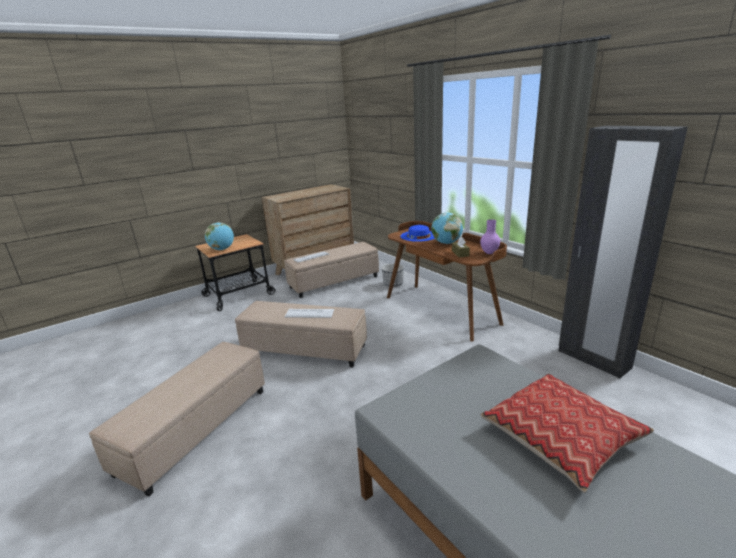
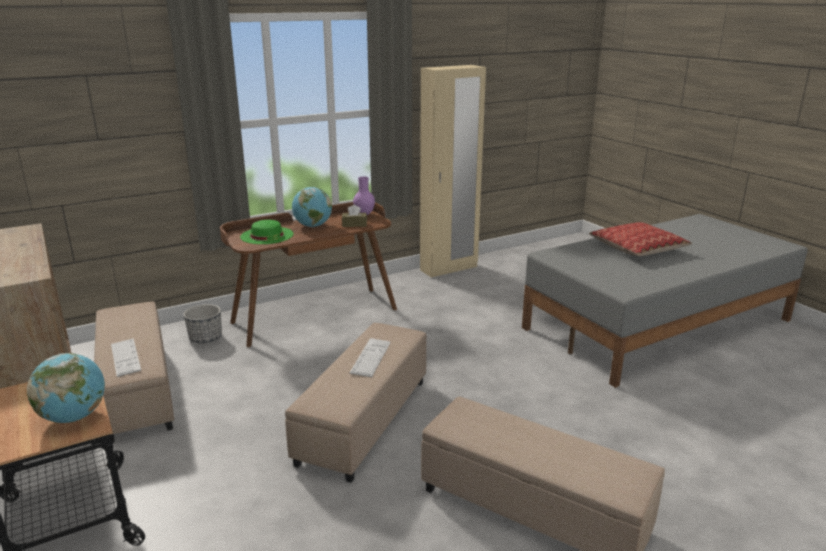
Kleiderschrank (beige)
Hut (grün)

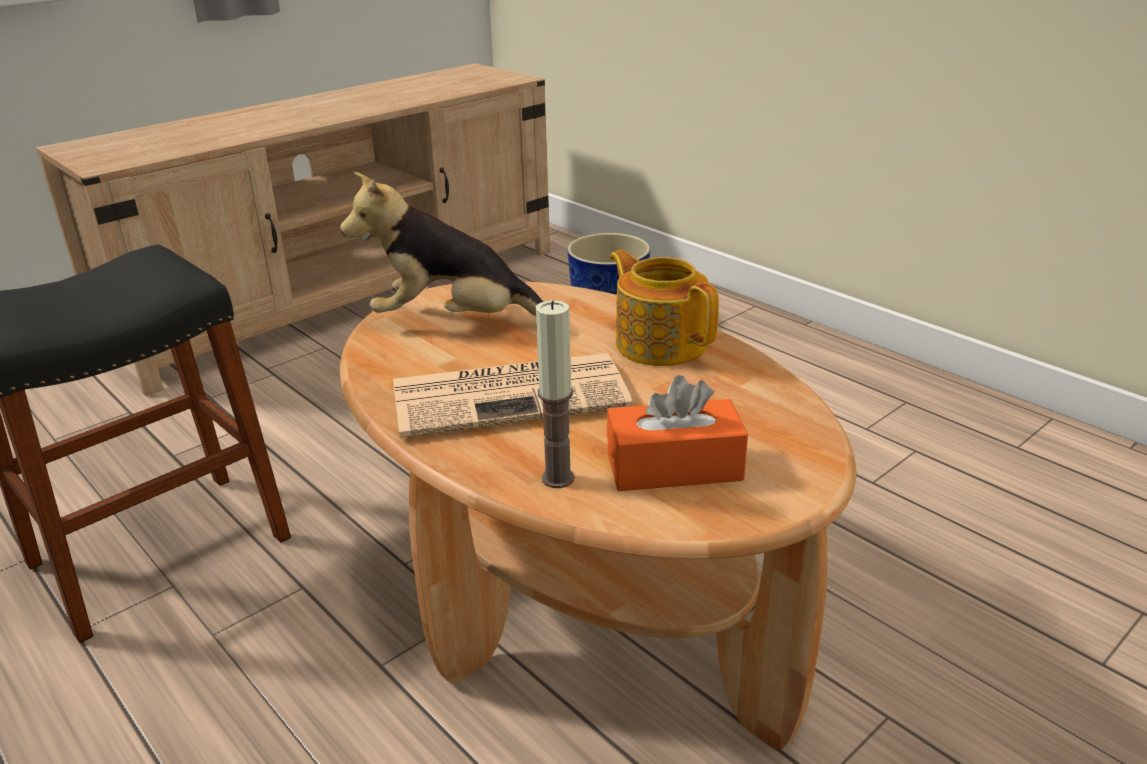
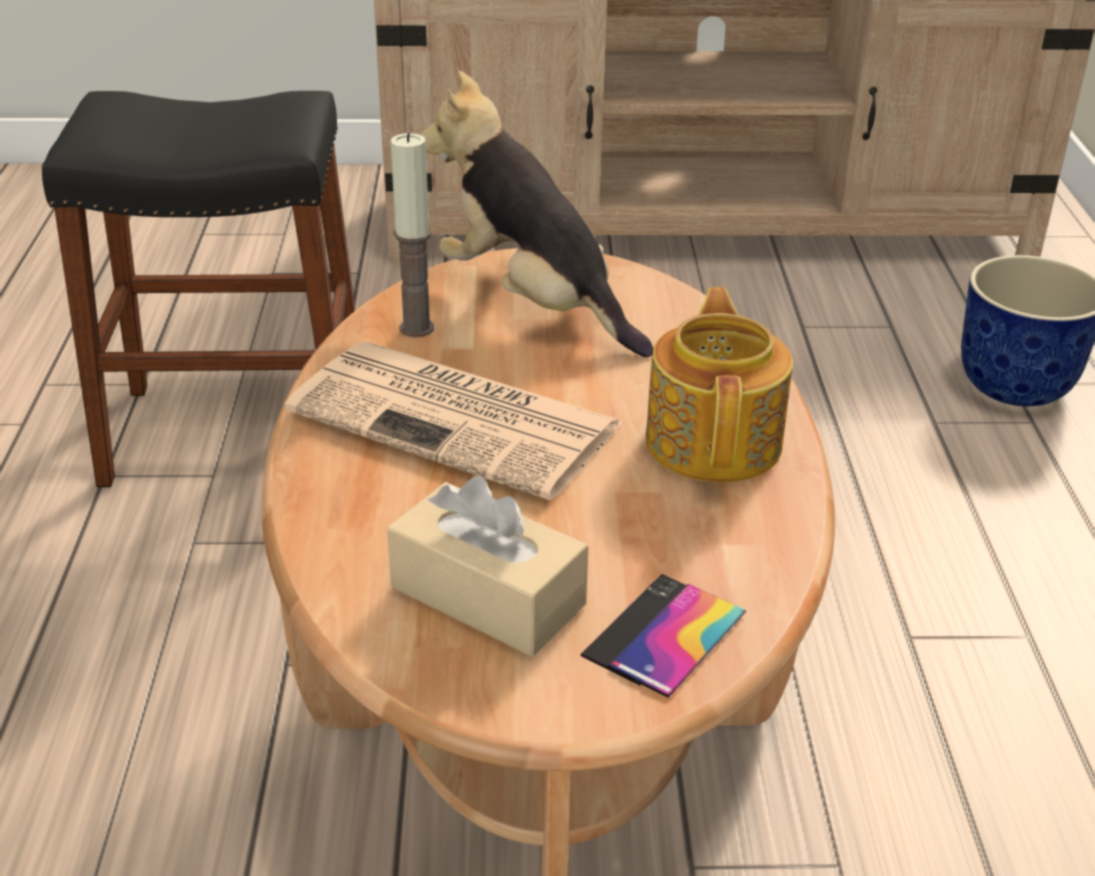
Kerze
Taschentuchbox (beige)
Handy

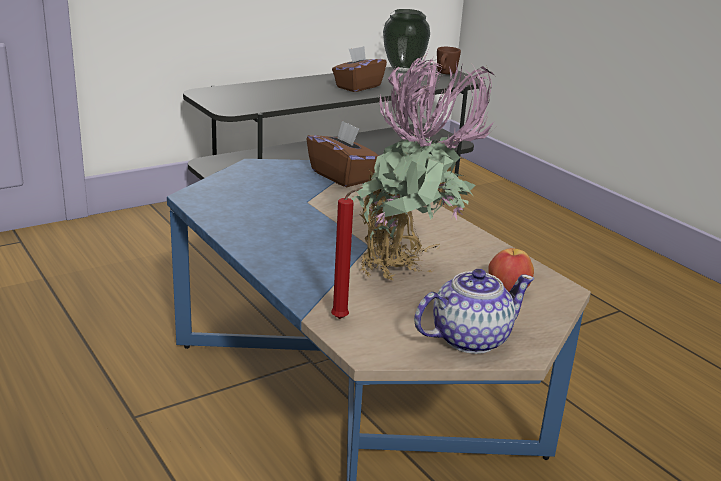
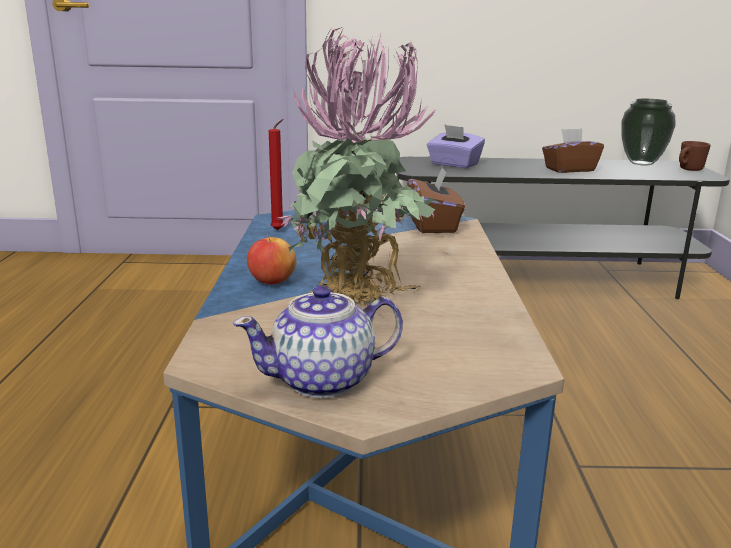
Kerze (rot)
Apfel
Teekanne
Taschentuchbox (lila)

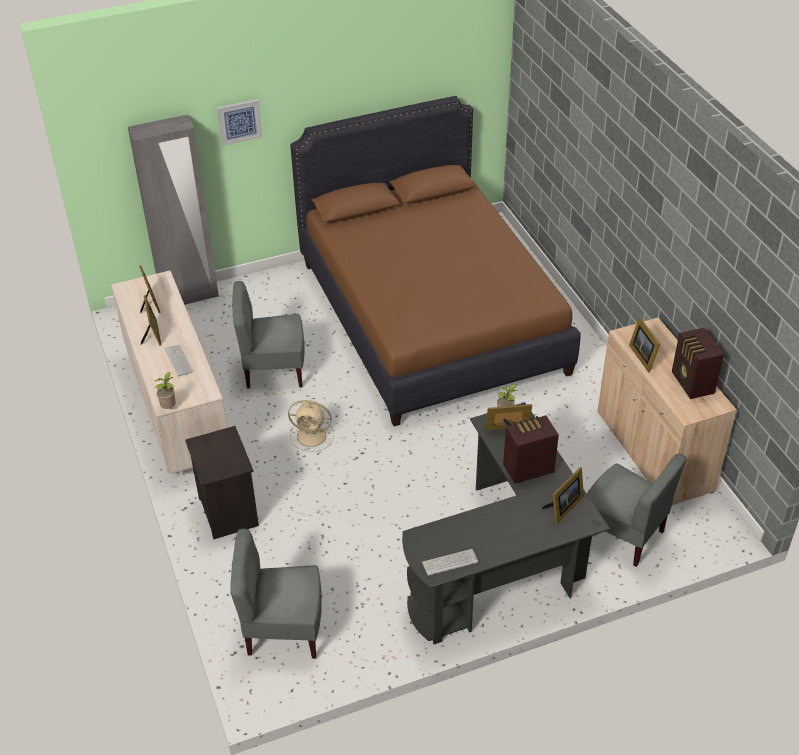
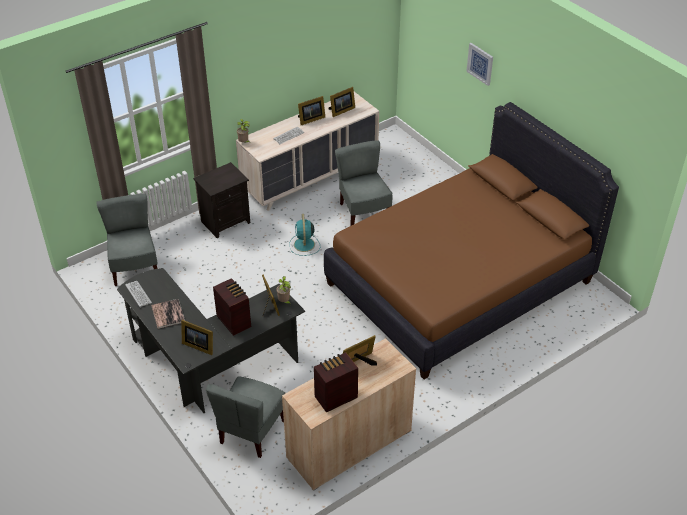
Kleiderschrank (grau)
Ventilator (türkis)
Buch

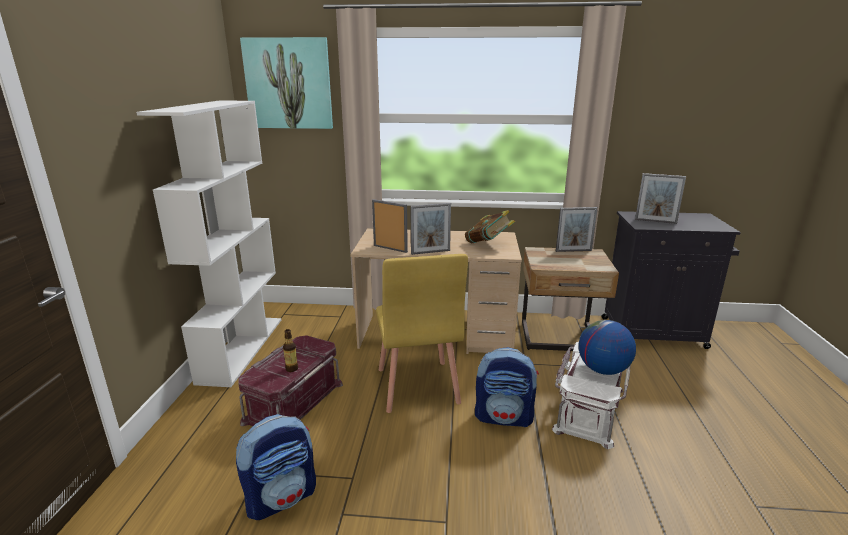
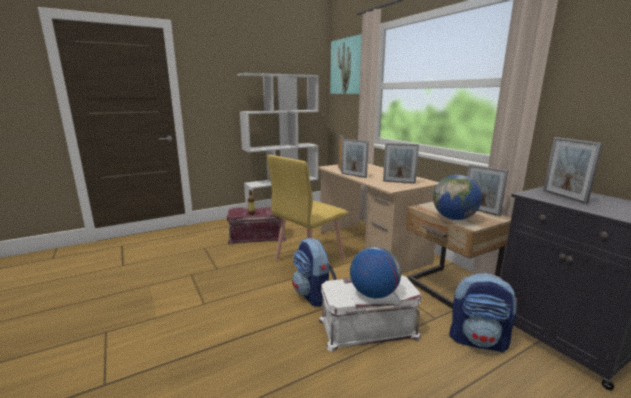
Bilderrahmen (3rd from left)
Rucksack (2nd from left)
Globus (2nd from left)

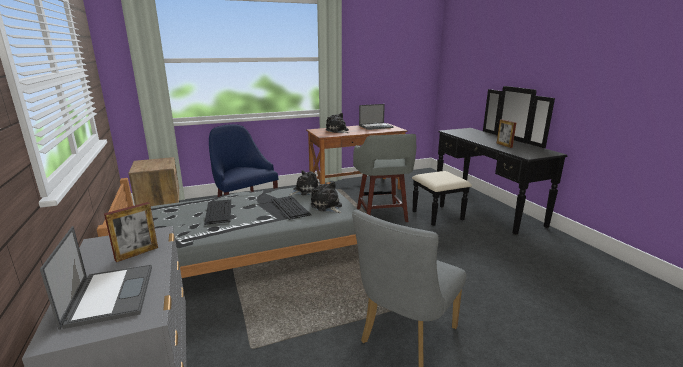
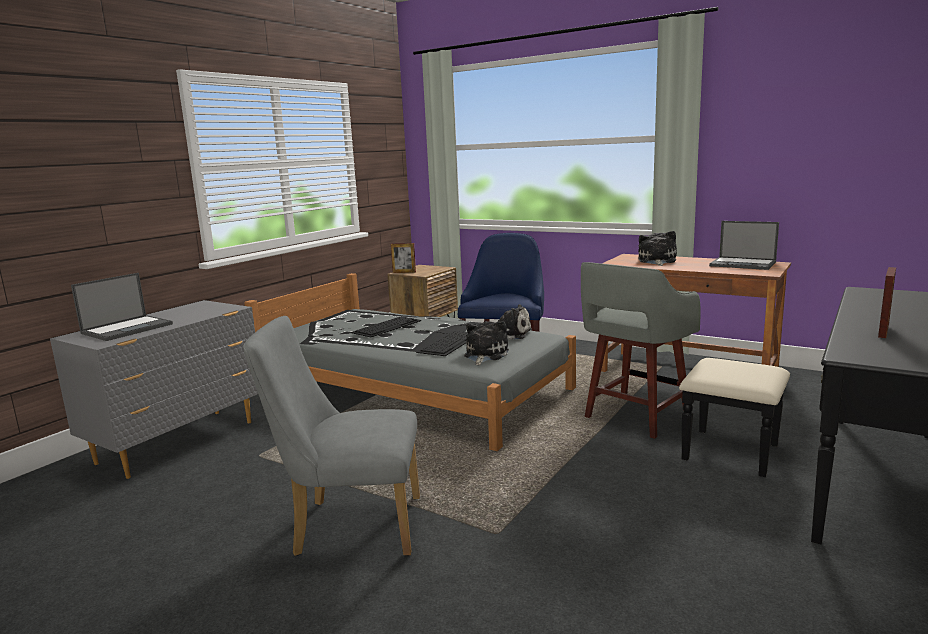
Bilderrahmen (1st from left)

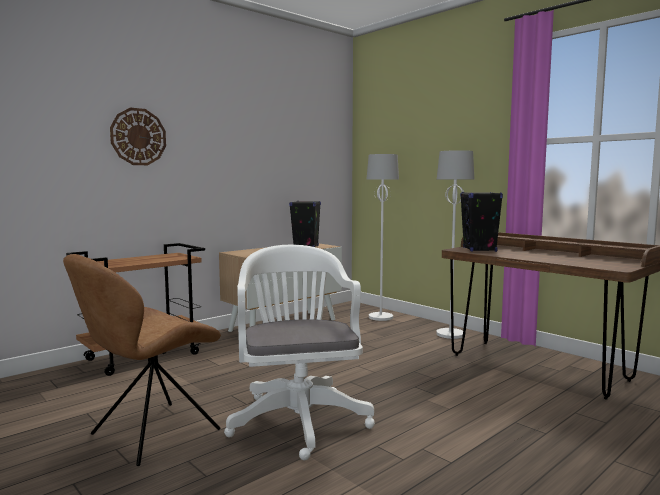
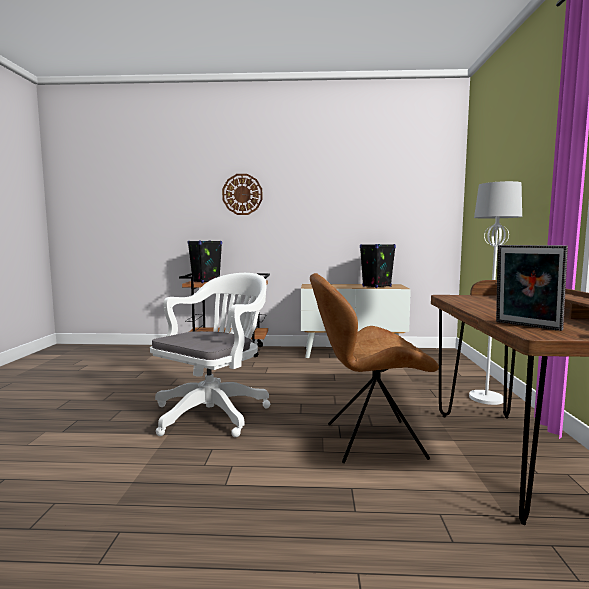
Stehlampe (weiß) (1st from left in the first image)
Lautsprecher (schwarz) (1st from left)
Stuhl (braun)
Bilderrahmen

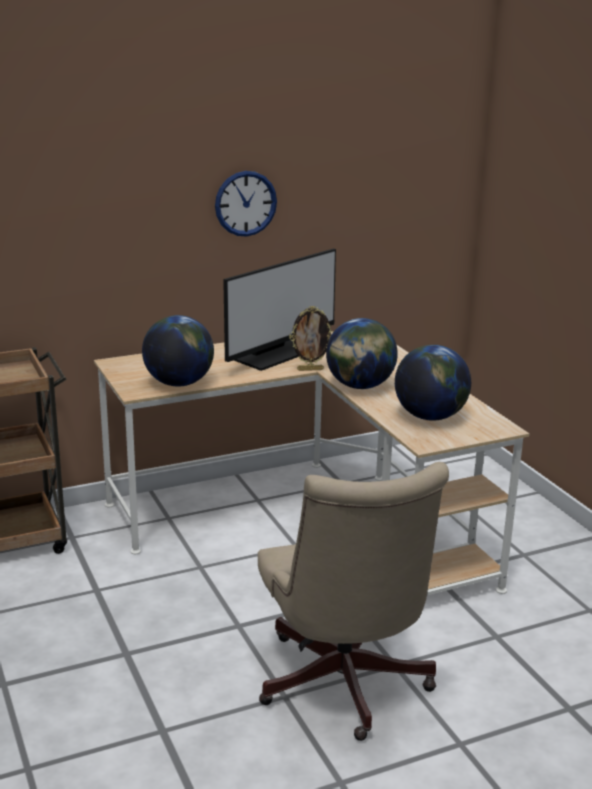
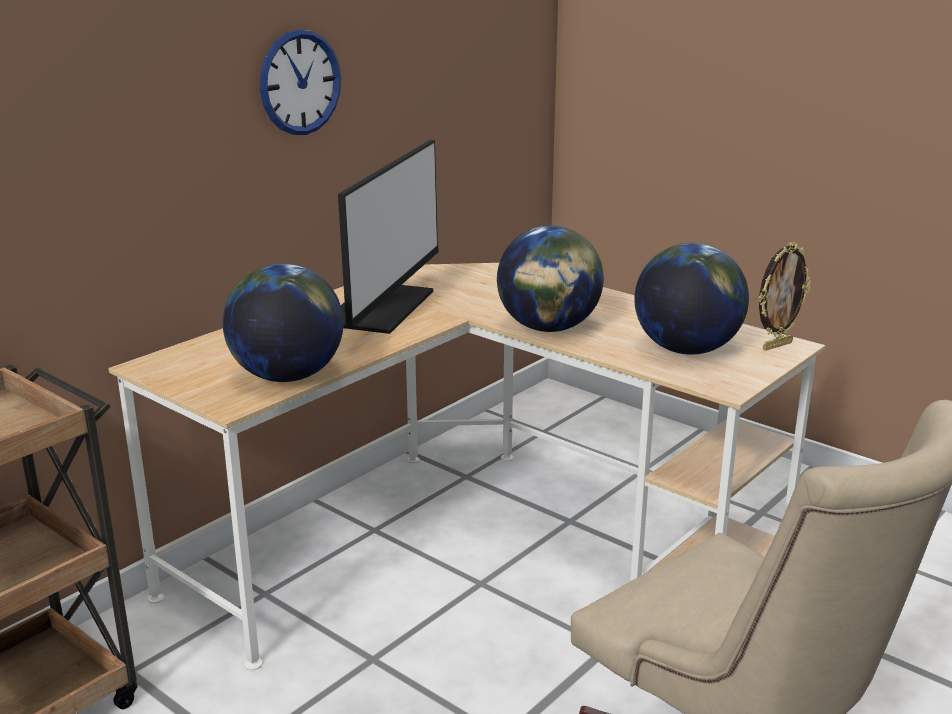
Bilderrahmen

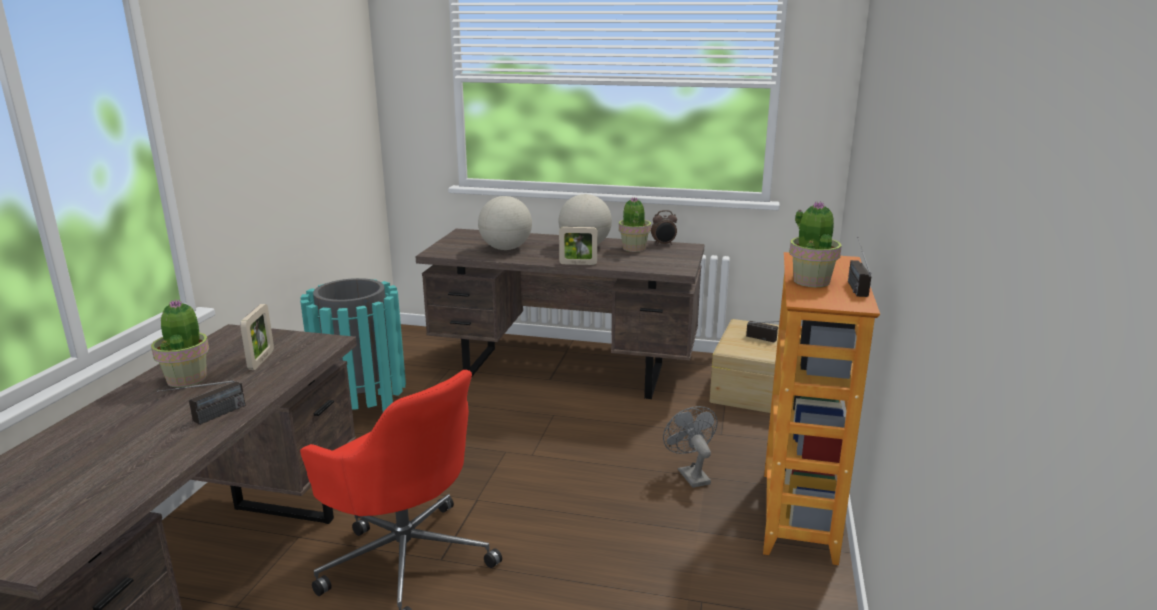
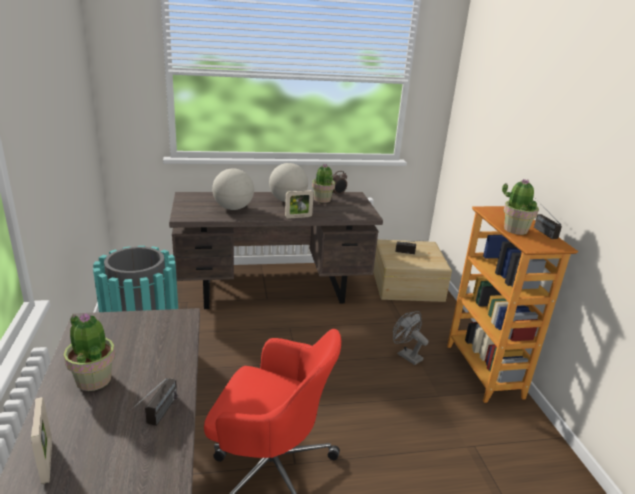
Bilderrahmen (1st from left)

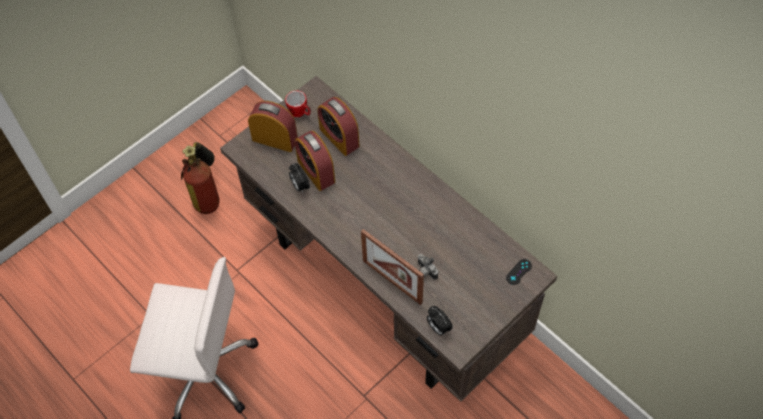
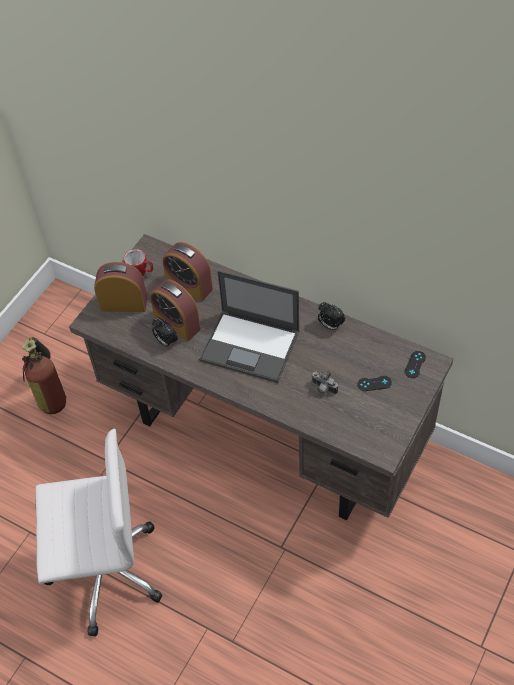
Bilderrahmen
Wecker (5th from left)
Laptop
Gamepad (schwarz) (1st from left)

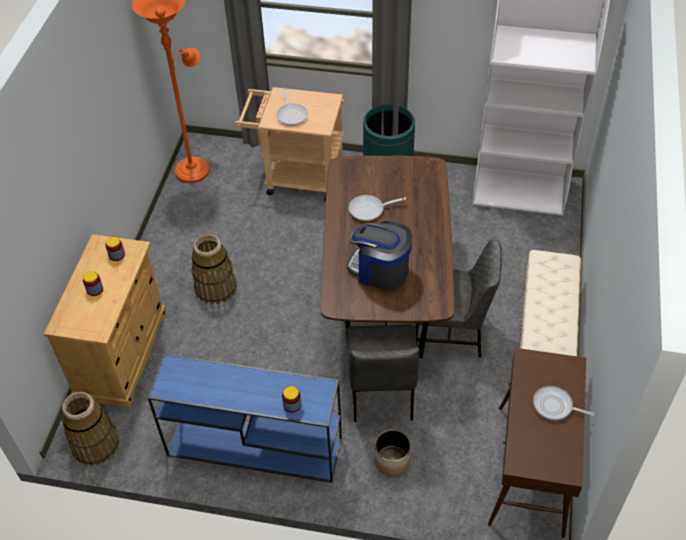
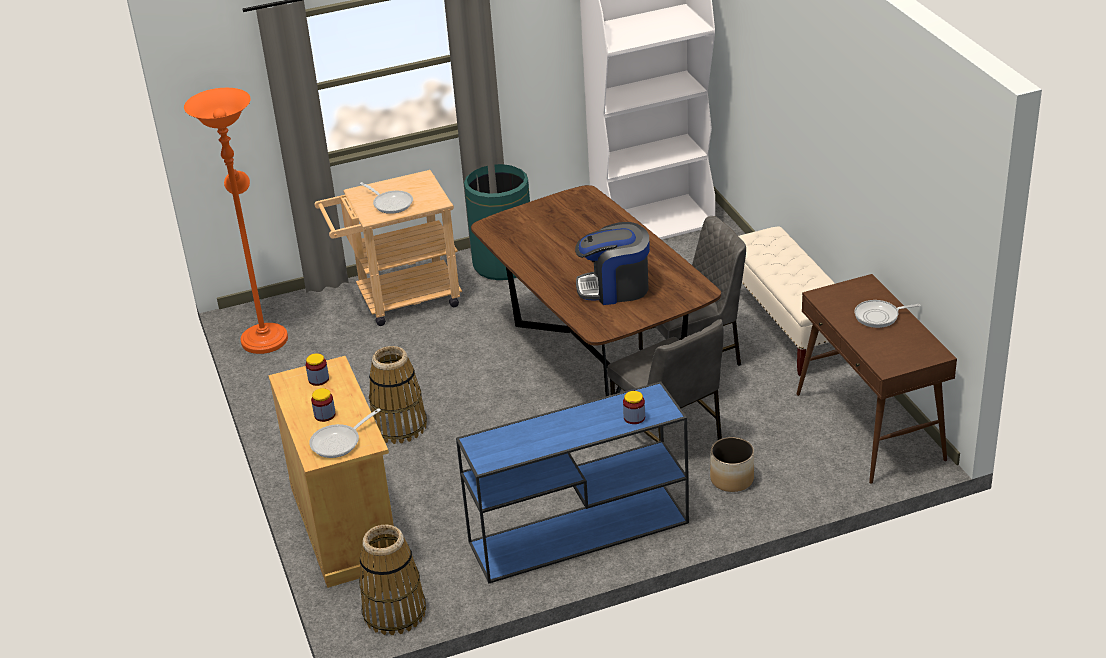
Pfanne (1st from left)

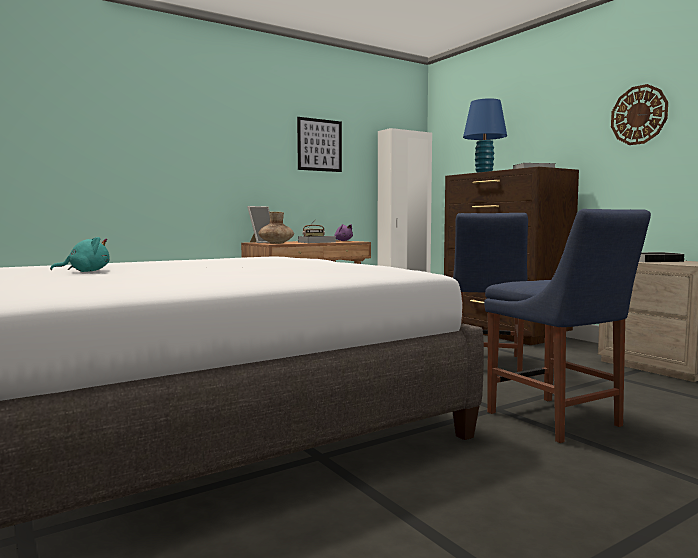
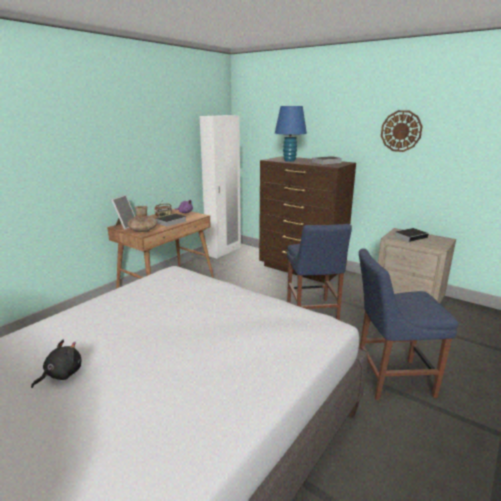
Bild
Stuhl (blau) (2nd from left)
Plüschtier (schwarz)

